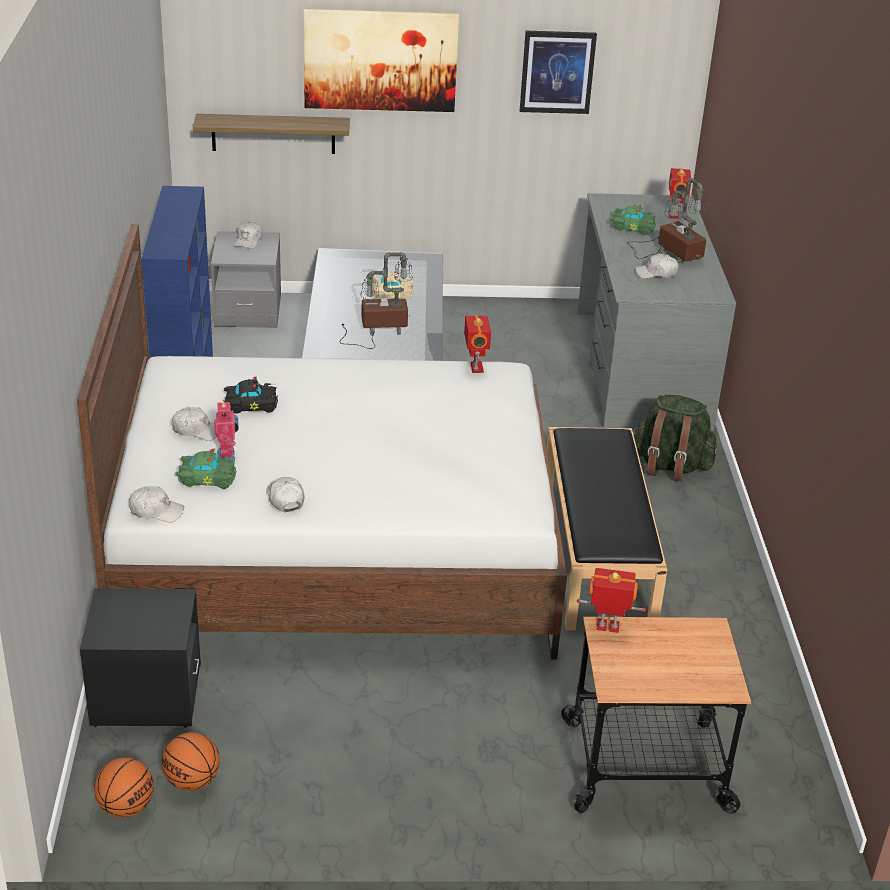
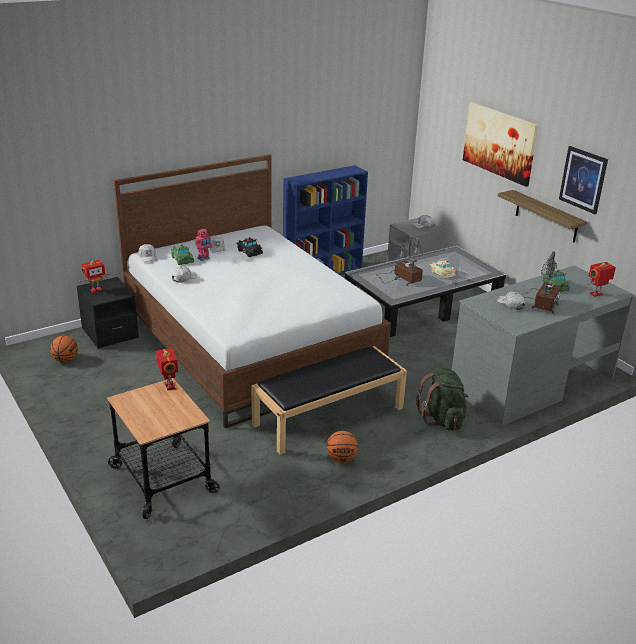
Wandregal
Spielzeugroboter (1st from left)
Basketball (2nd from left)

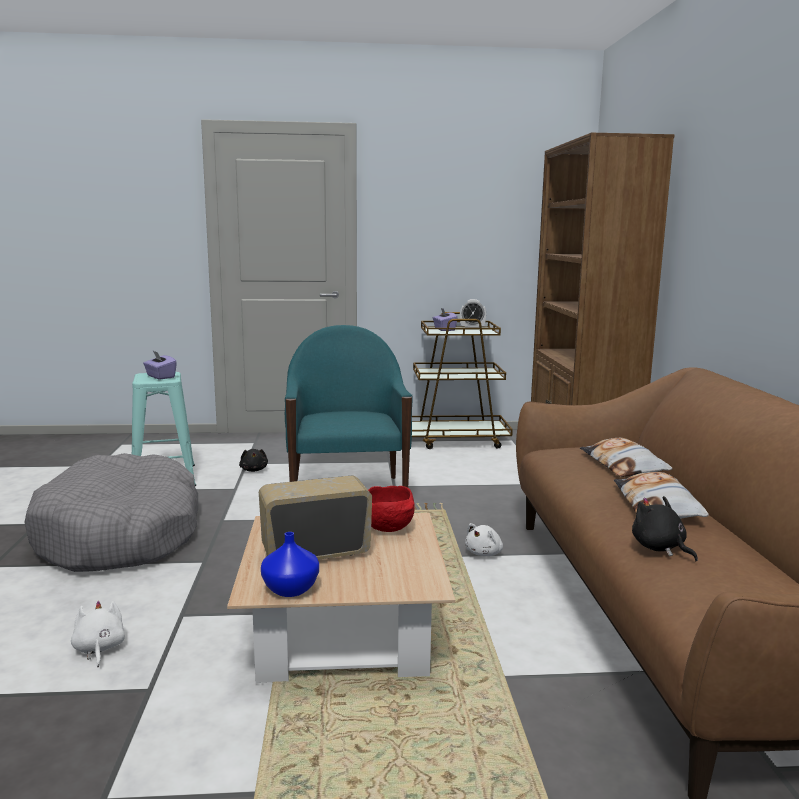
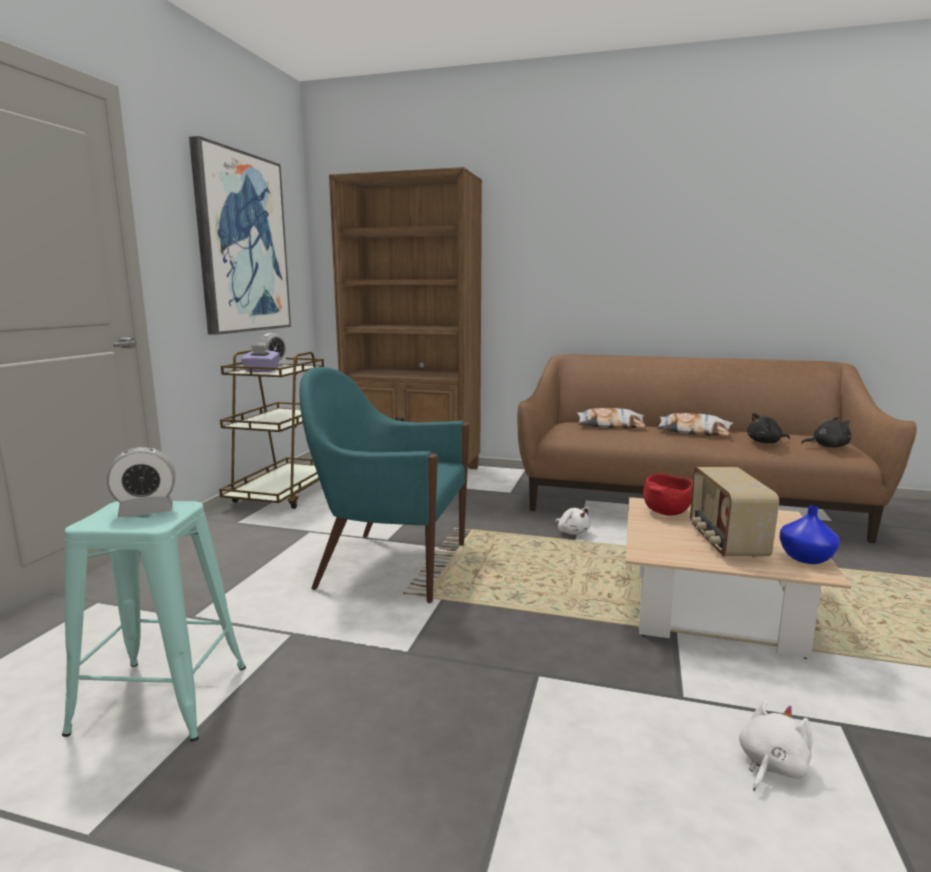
Wecker (1st from left)
Plüschtier (schwarz) (2nd from left)
Hundebett (grau)
Plüschtier (weiß) (2nd from left)
Bild

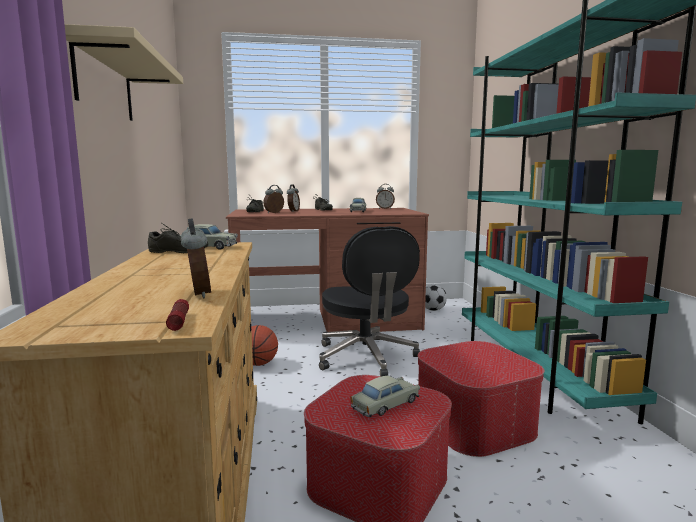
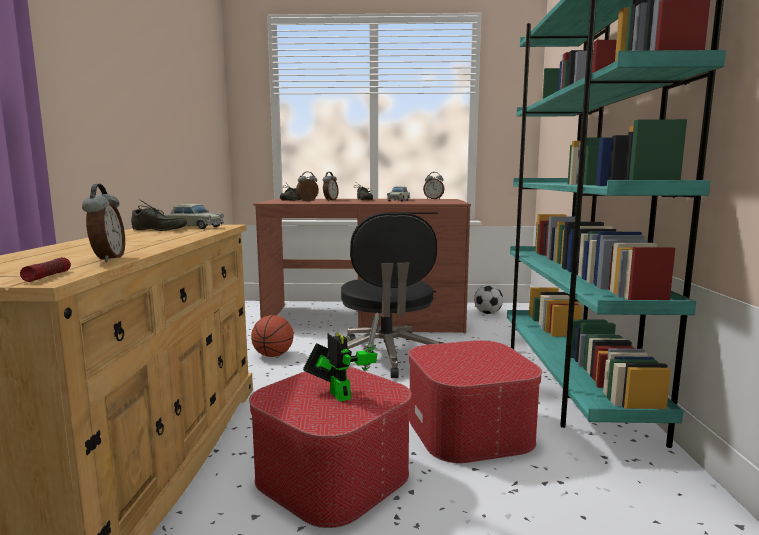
Wandregal (beige)
Spielzeugroboter

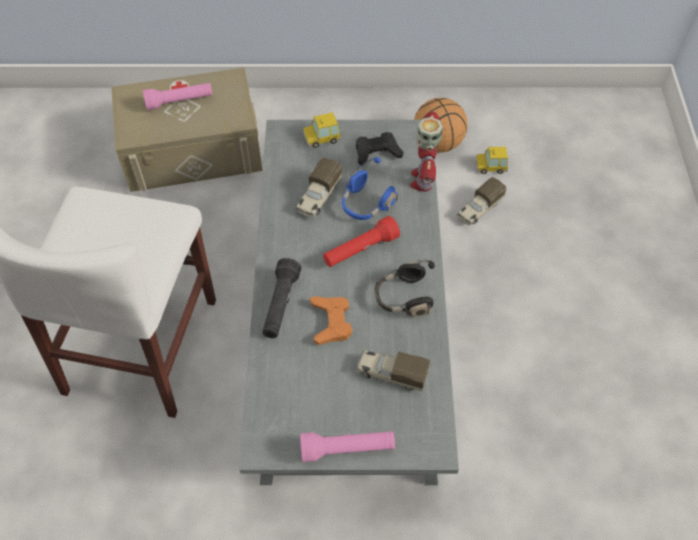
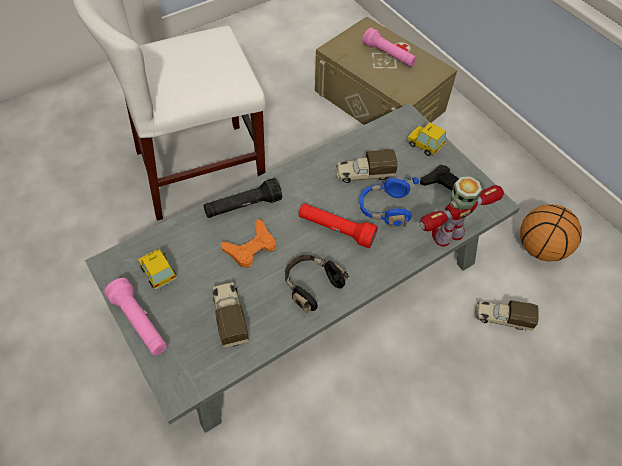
Spielzeugauto (1st from left)

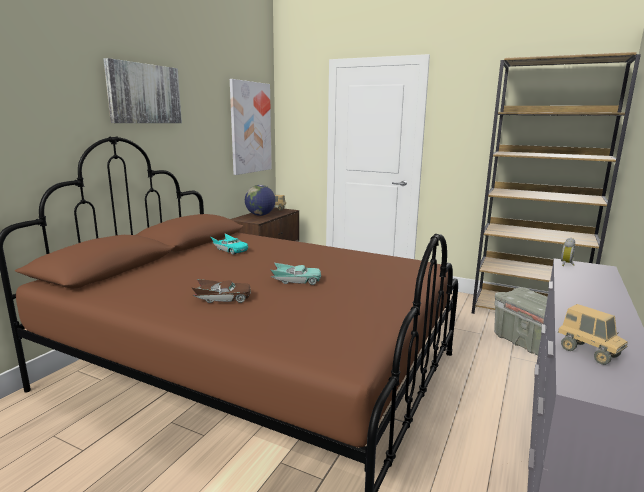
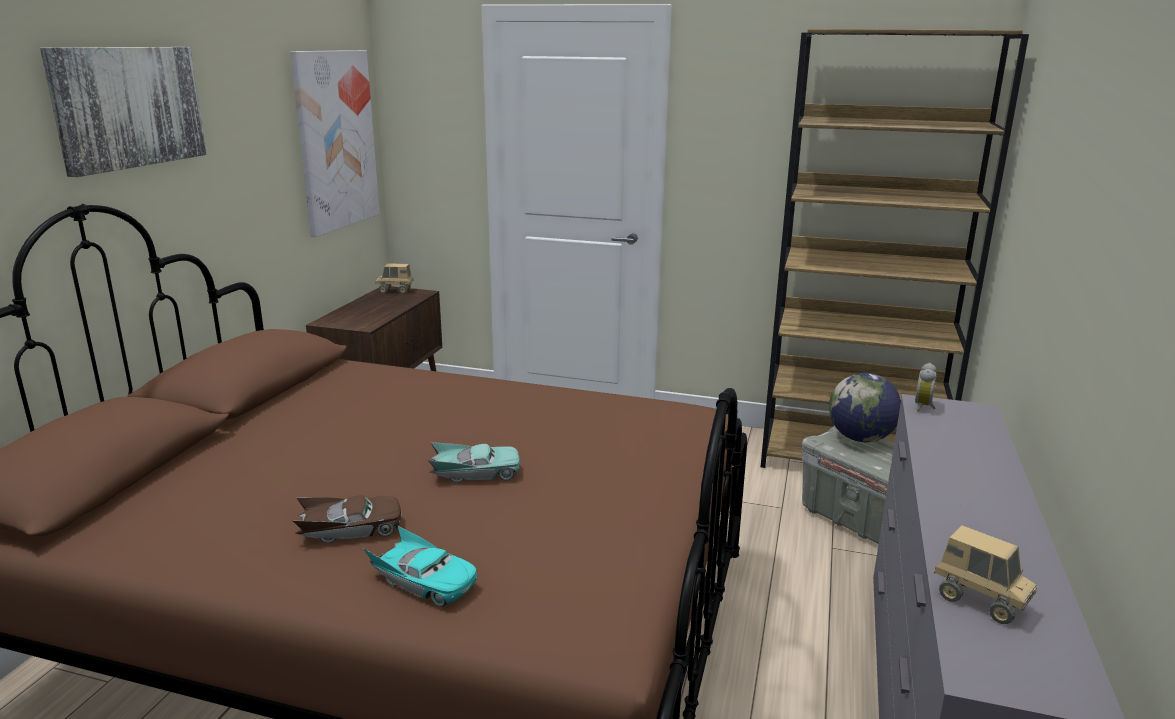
Globus
Spielzeugauto (türkis) (1st from left)

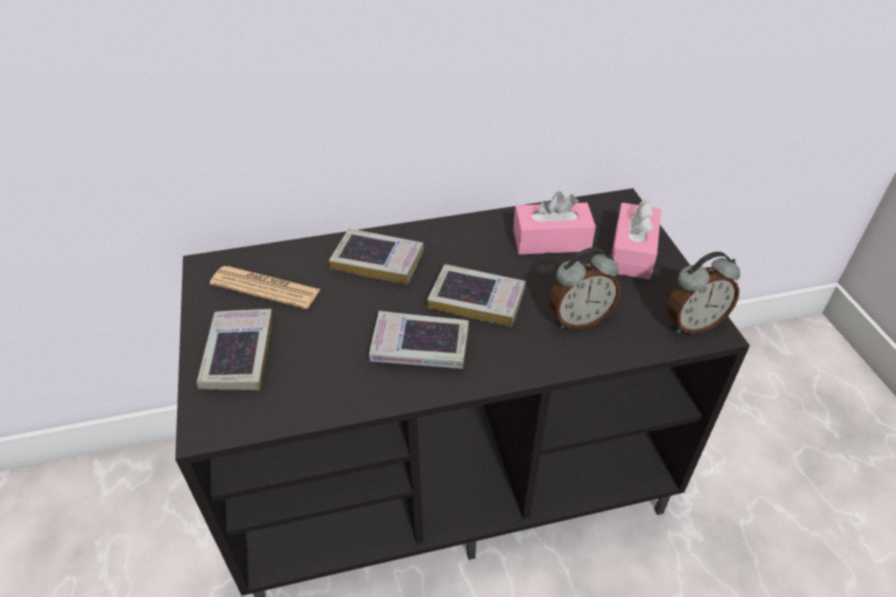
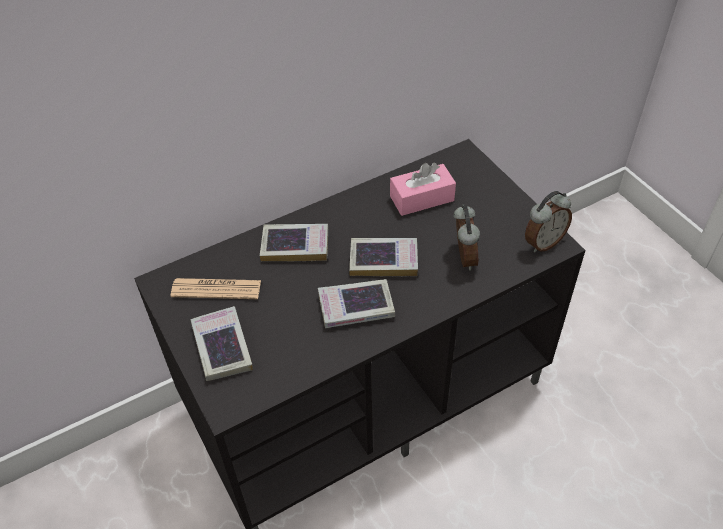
Taschentuchbox (rosa) (2nd from left in the first image)
Wecker (1st from left)

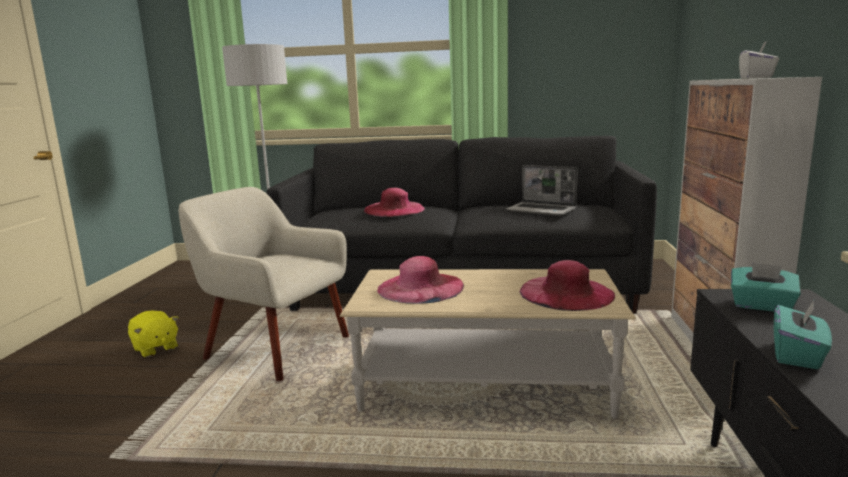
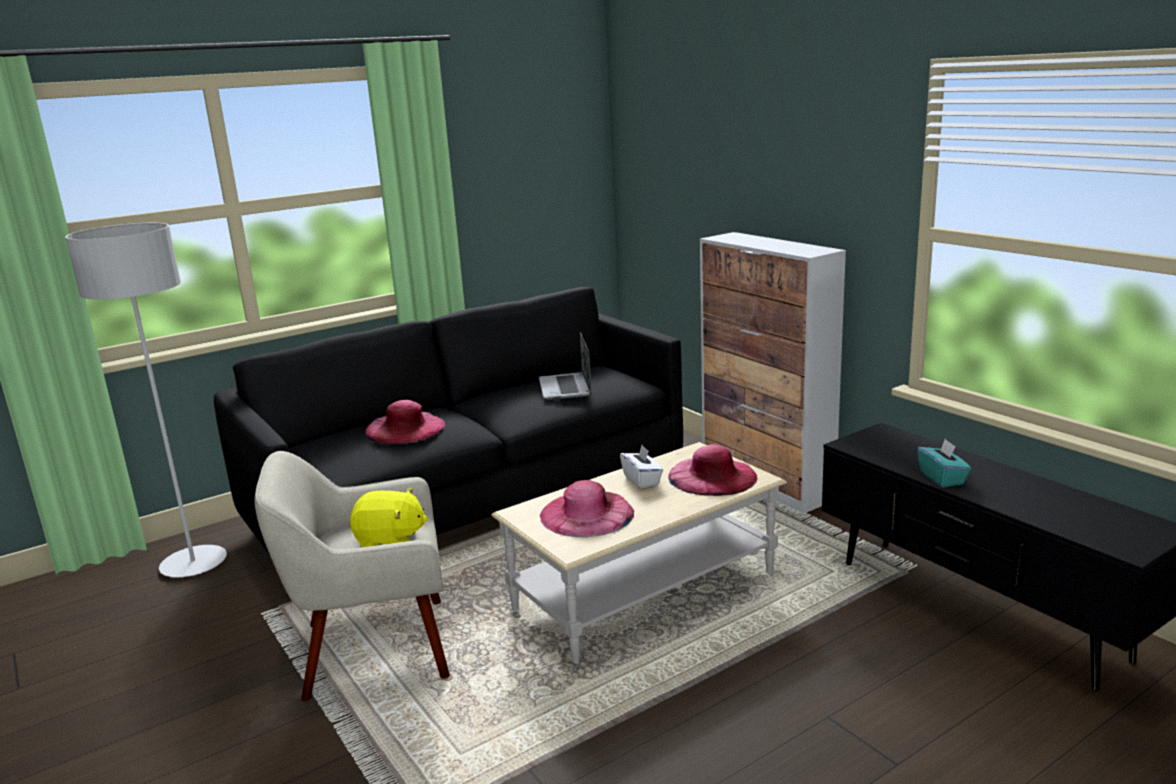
Taschentuchbox (weiß)
Laptop
Taschentuchbox (türkis) (1st from left in the first image)
Plüschtier (gelb)

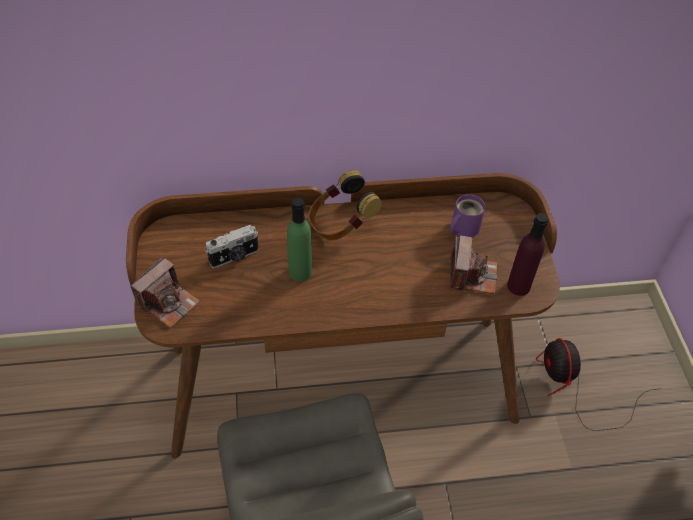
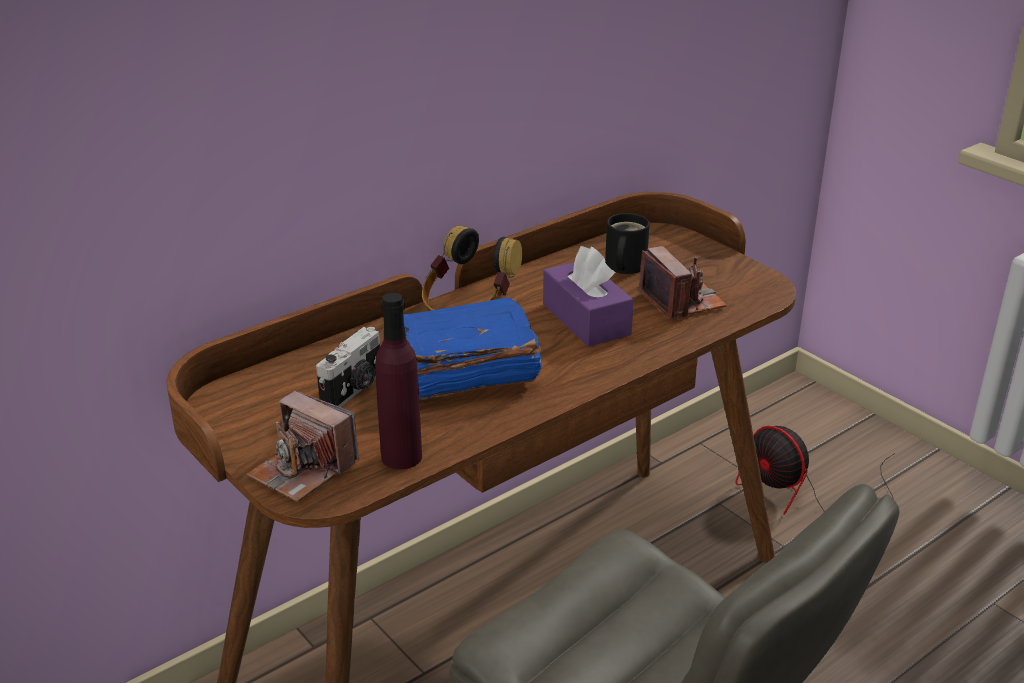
Henkelbecher (schwarz)
Buch (blau)
Flasche (lila)
Kamera (1st from left)
Taschentuchbox (lila)

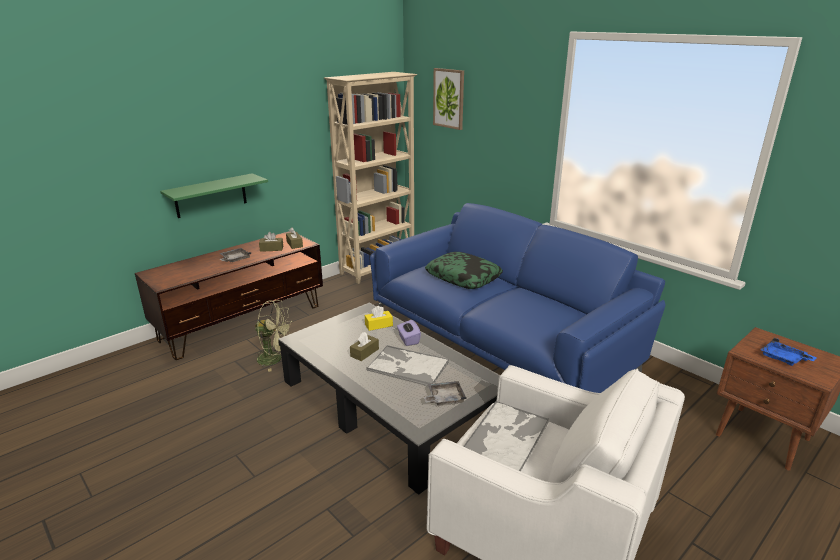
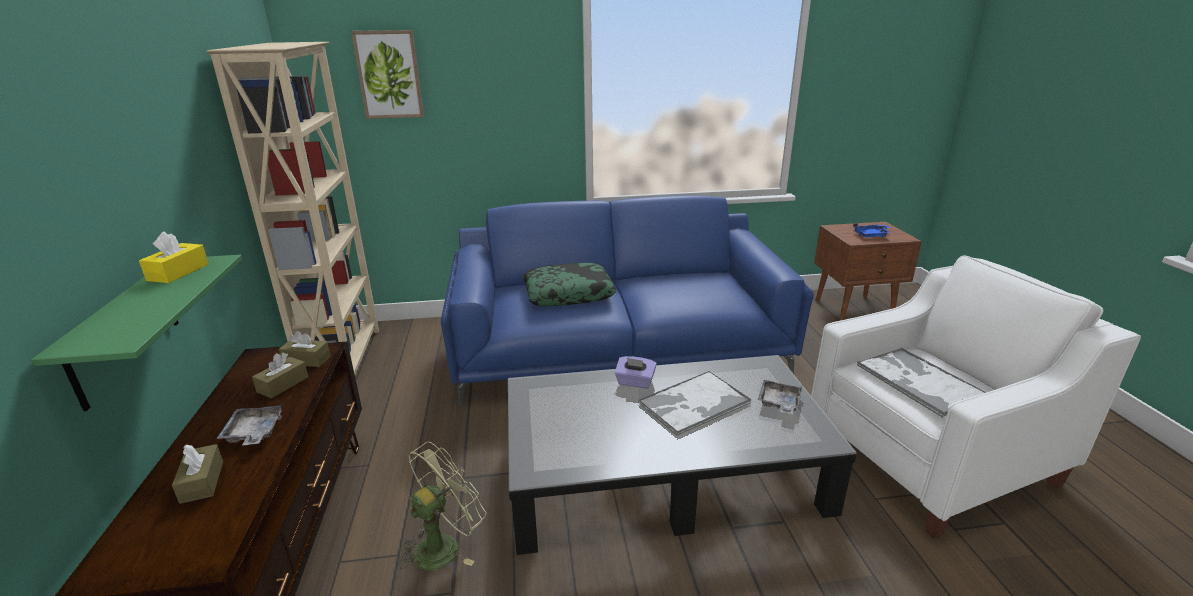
Taschentuchbox (gelb)
Taschentuchbox (braun) (1st from left)

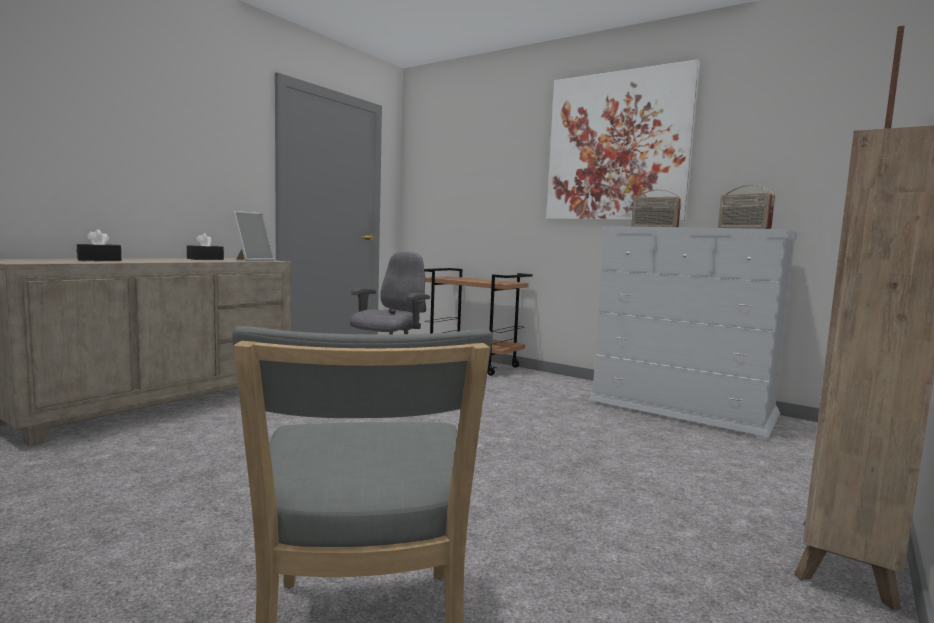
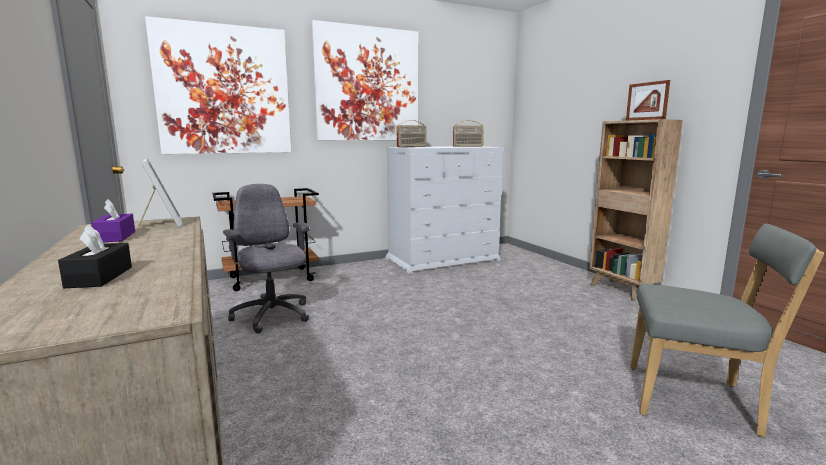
Taschentuchbox (lila)
Bild (1st from left)

